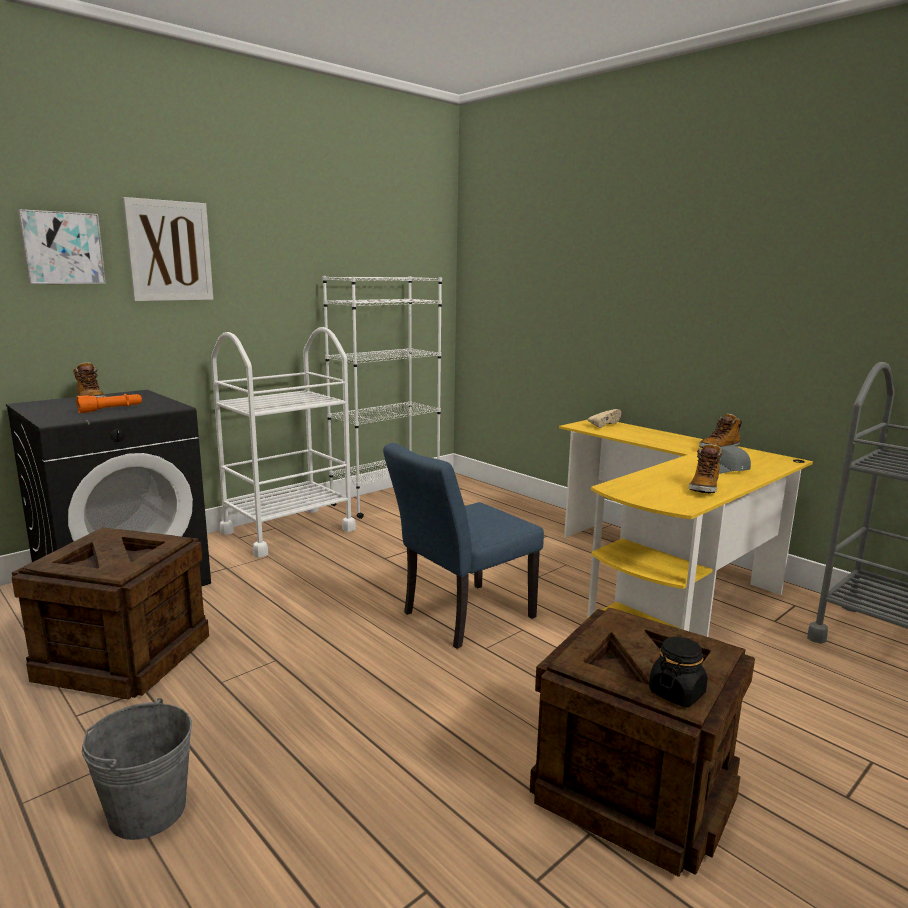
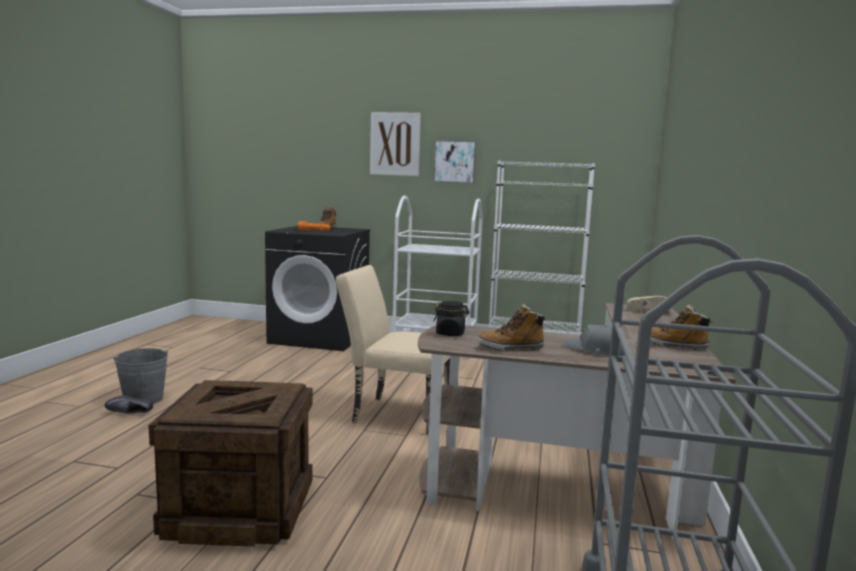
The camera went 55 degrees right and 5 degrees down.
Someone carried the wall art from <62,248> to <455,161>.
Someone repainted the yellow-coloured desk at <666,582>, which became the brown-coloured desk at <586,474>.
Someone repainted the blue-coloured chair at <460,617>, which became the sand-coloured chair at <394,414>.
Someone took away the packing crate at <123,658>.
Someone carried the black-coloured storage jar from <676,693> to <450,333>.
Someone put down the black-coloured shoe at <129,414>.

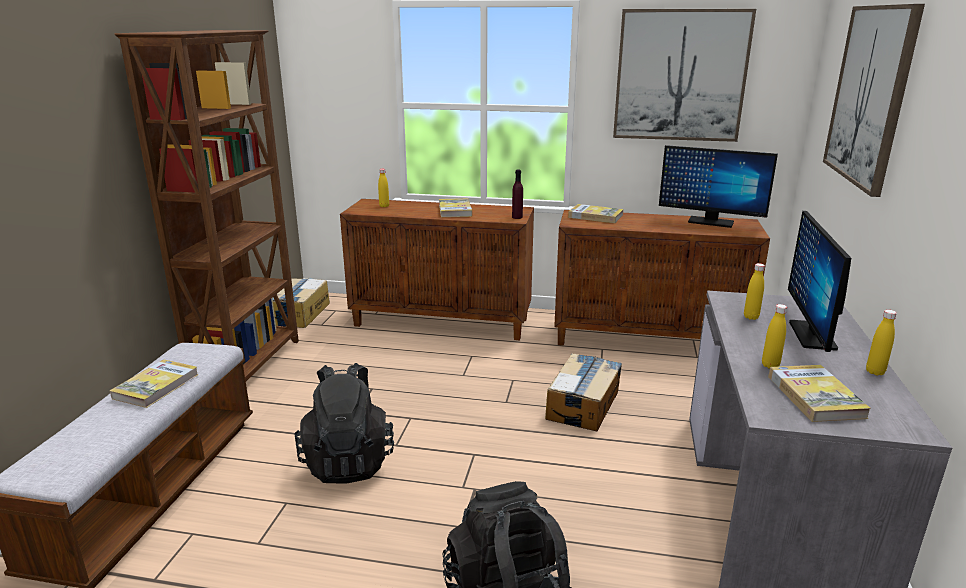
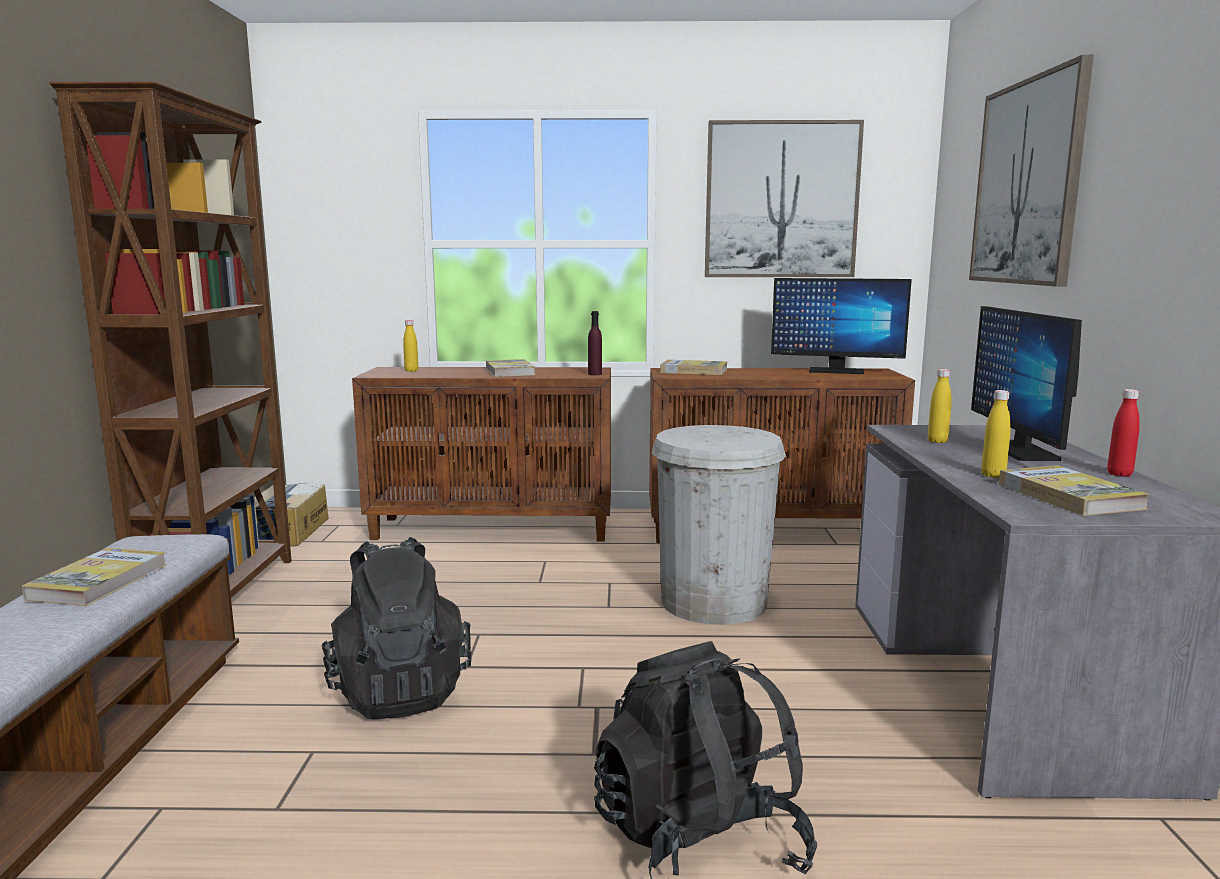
The camera went 10 degrees left and 10 degrees down.
Someone repainted the yellow-coloured drink bottle at <875,372>, which became the reddish drink bottle at <1119,474>.
Someone swapped the packing box at <583,404> for the white trash can at <713,602>.

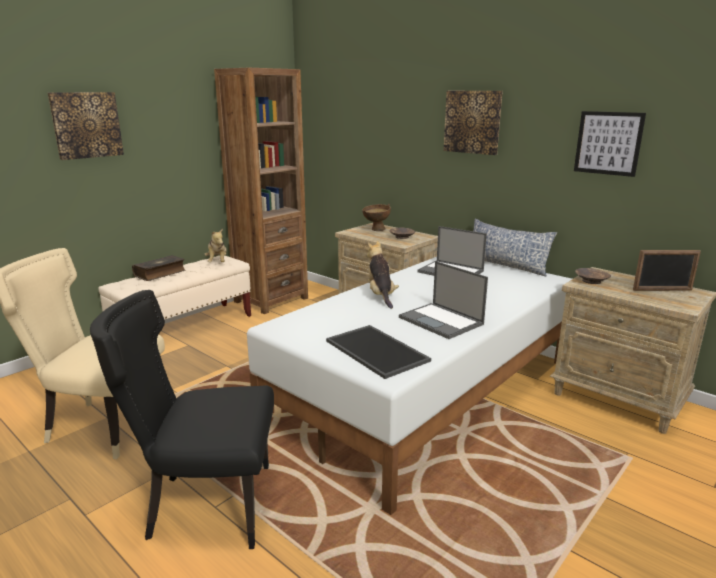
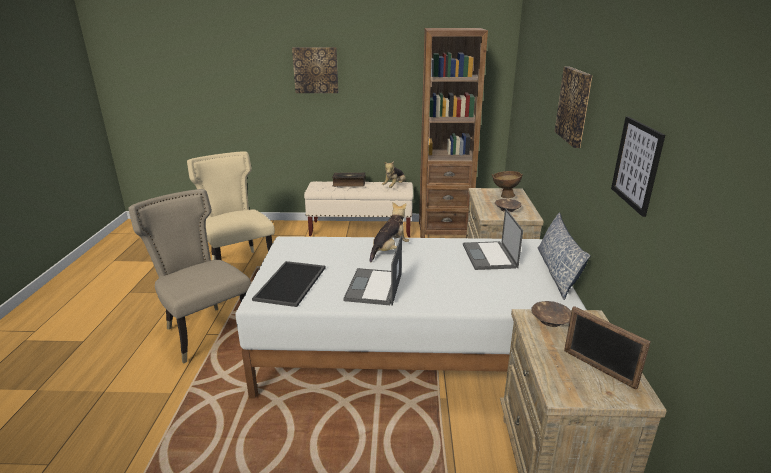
The camera went 50 degrees right and 5 degrees up.
Someone repainted the black-coloured chair at <206,505>, which became the sand-coloured chair at <205,330>.

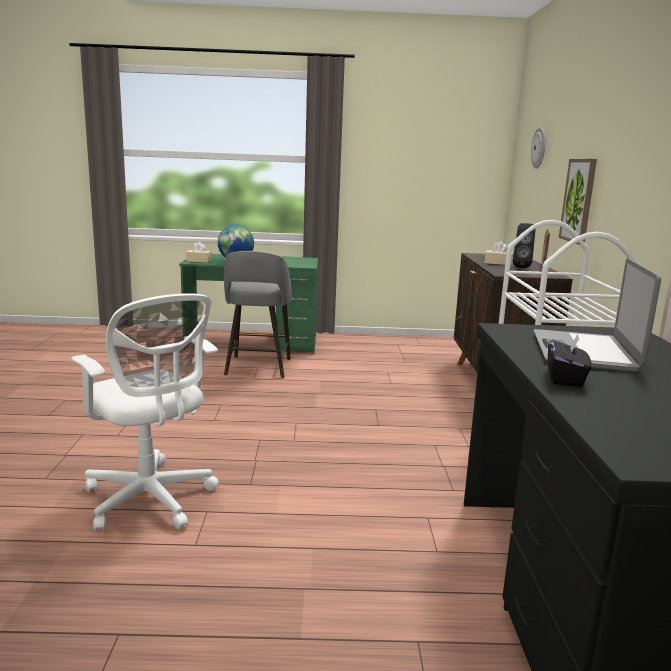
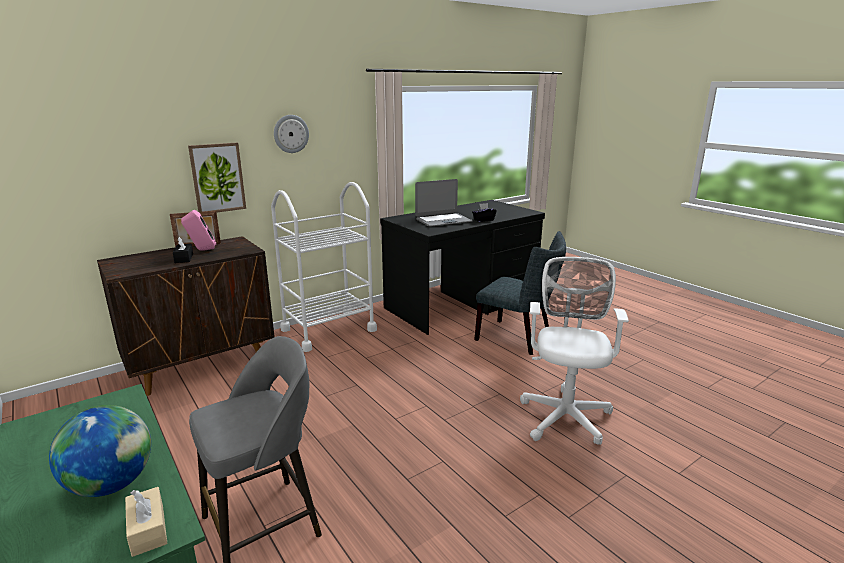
The camera went 125 degrees left and 5 degrees up.
Someone carried the clock on the wall from <539,148> to <291,134>.
Someone repainted the black-coloured audio speaker at <521,267>, which became the pinkish audio speaker at <201,250>.
Someone repainted the sand-coloured tissue holder at <498,263>, which became the black-coloured tissue holder at <184,258>.
Someone put down the greyish chair at <518,338>.

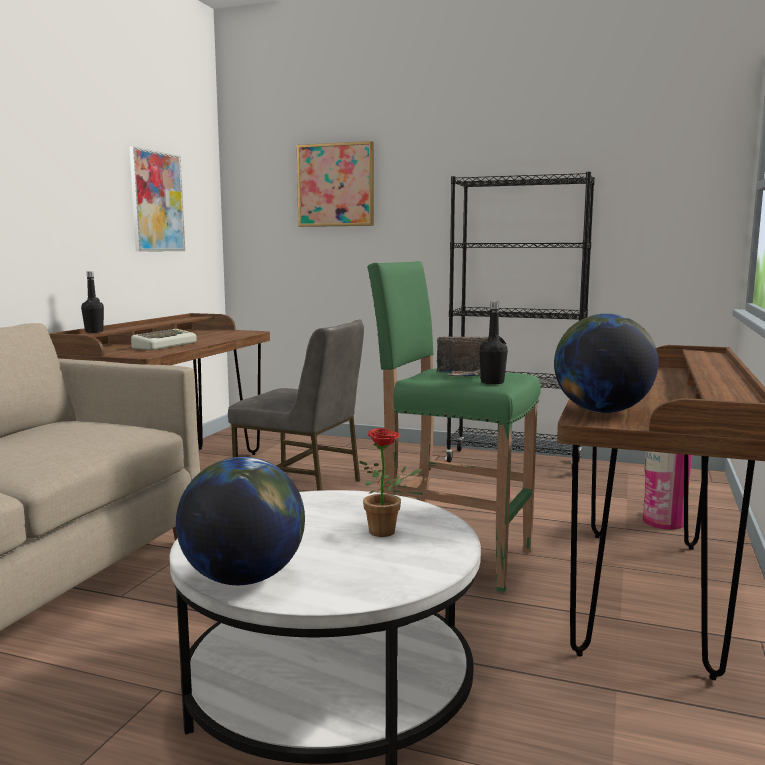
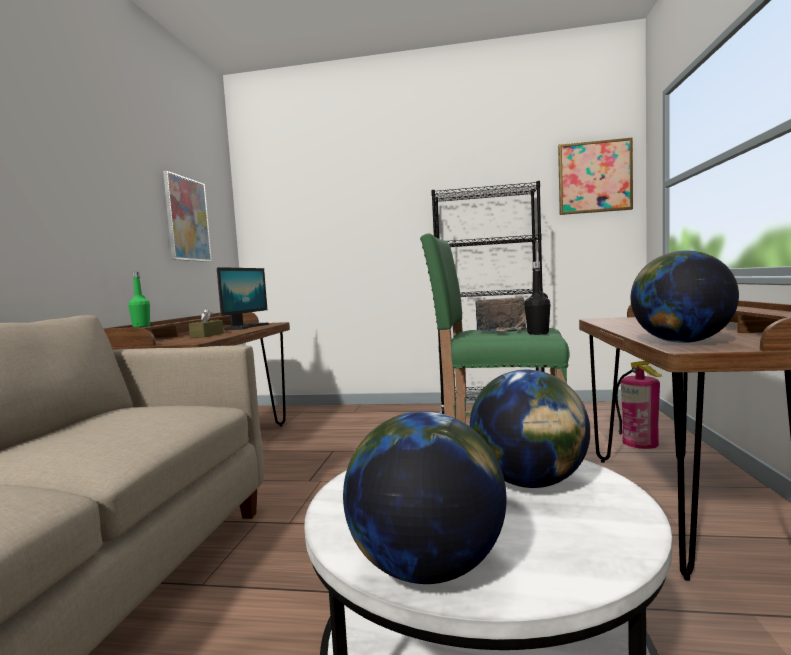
The camera went 10 degrees left and 5 degrees down.
Someone carried the wall art from <336,185> to <594,177>.
Someone repainted the black-coloured drink bottle at <94,332>, which became the green-coloured drink bottle at <141,326>.
Someone took away the greyish chair at <301,486>.
Someone swapped the keyboard at <164,345> for the brown-coloured tissue holder at <207,335>.
Someone swapped the plant in a pot at <388,532> for the desk globe at <530,482>.
Someone put down the computer display at <245,327>.

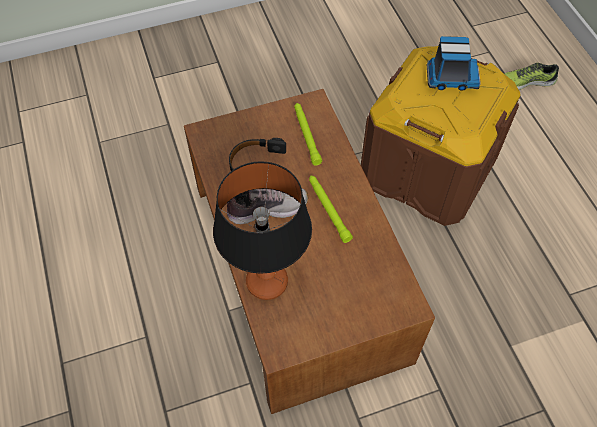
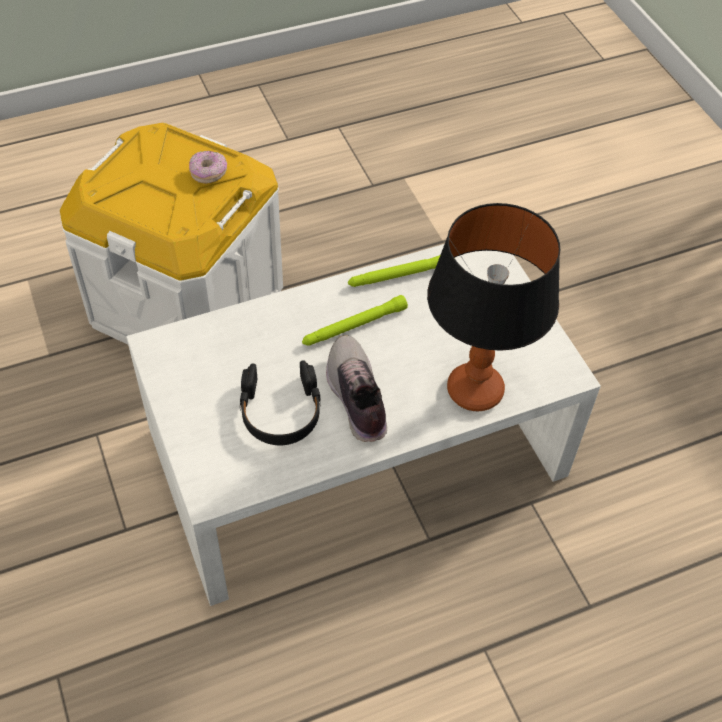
The camera went 95 degrees left and 5 degrees down.
Someone took away the model truck at <451,77>.
Someone repainted the brown-coloured storage container at <427,169>, which became the white storage container at <187,302>.
Someone took away the shoe at <526,81>.
Someone repainted the brown-coloured low table at <297,270>, which became the white low table at <357,455>.
Someone carried the green-coloured torch from <306,135> to <400,275>.
Someone put down the ring doughnut at <208,173>.

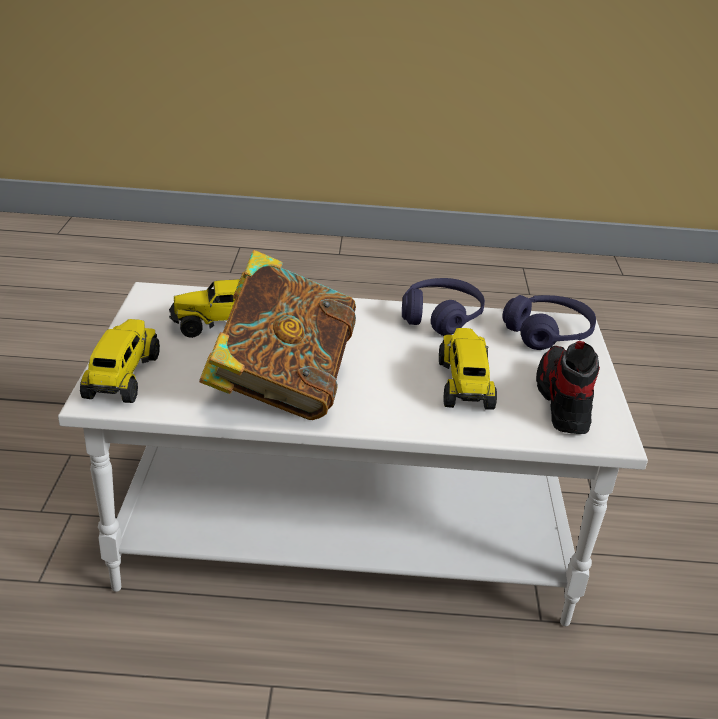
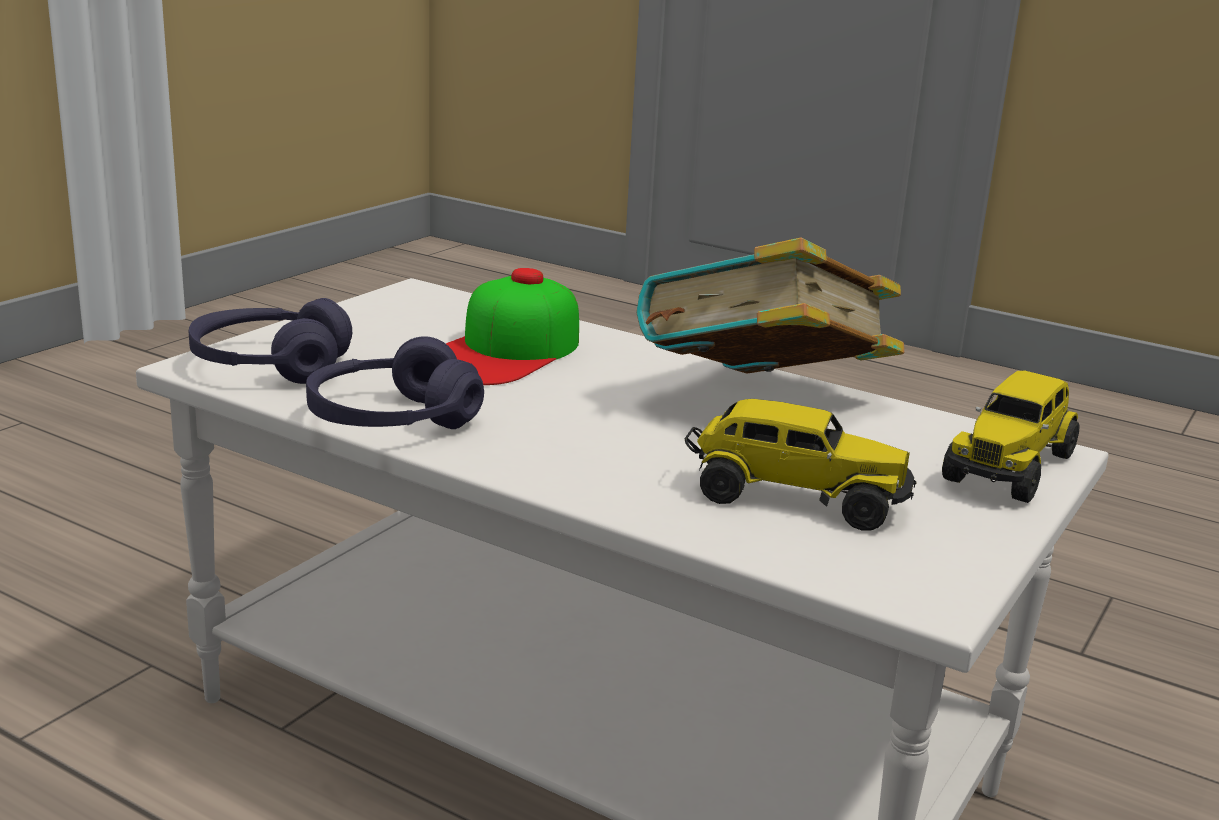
The camera went 150 degrees left and 10 degrees down.
Someone swapped the model truck at <465,385> for the baseball cap at <503,352>.
Someone took away the shoe at <562,401>.

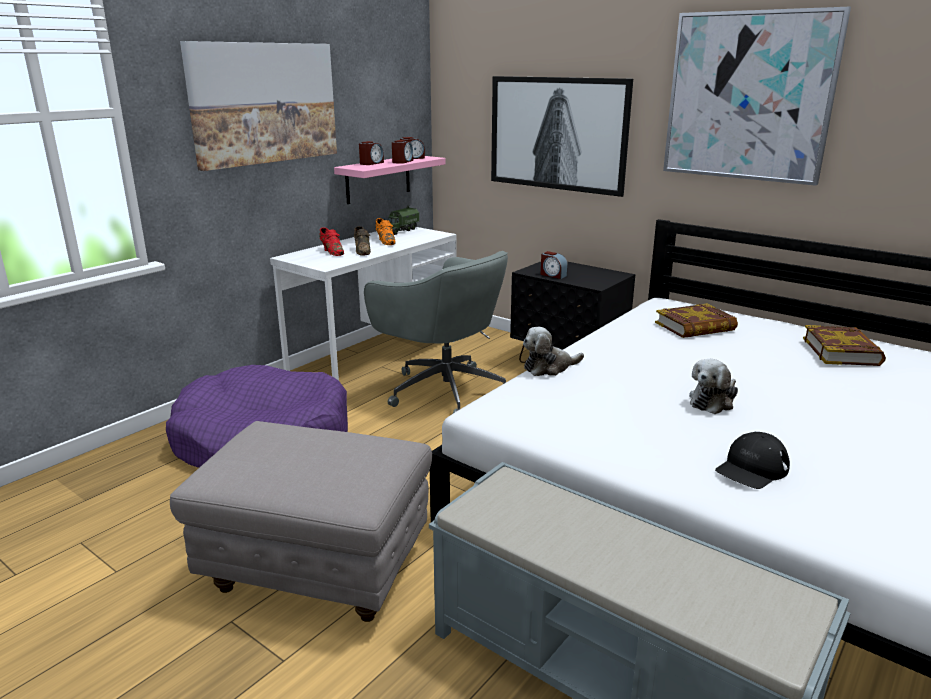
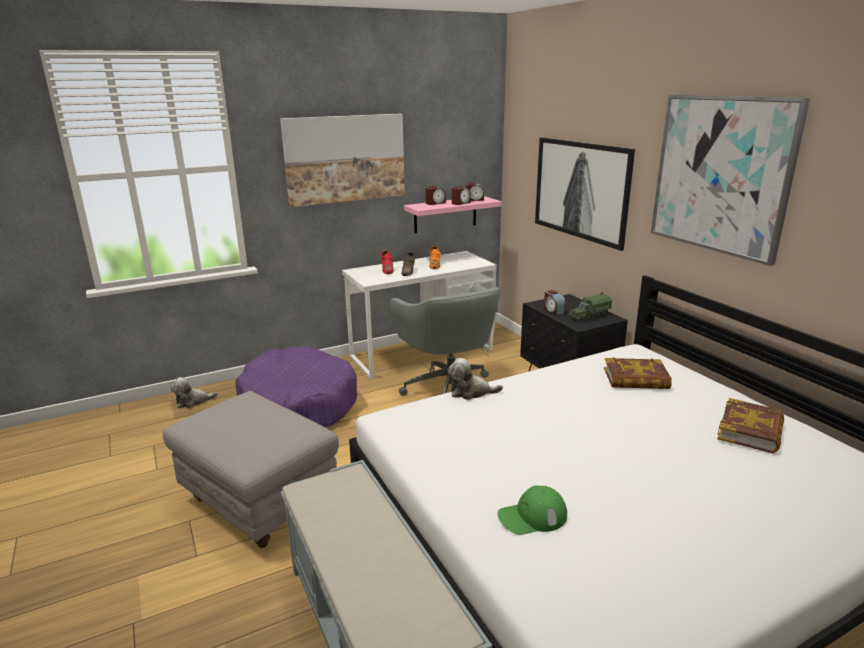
The camera went 25 degrees right and 0 degrees up.
Someone carried the model truck from <399,231> to <589,316>.
Someone carried the plush toy from <713,401> to <193,401>.
Someone repainted the black-coloured baseball cap at <751,469>, which became the green-coloured baseball cap at <532,516>.

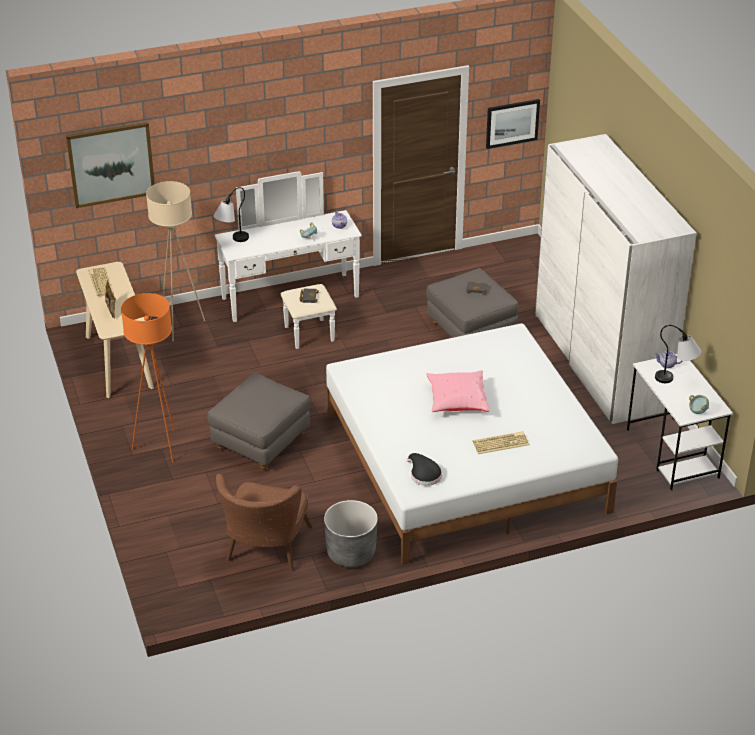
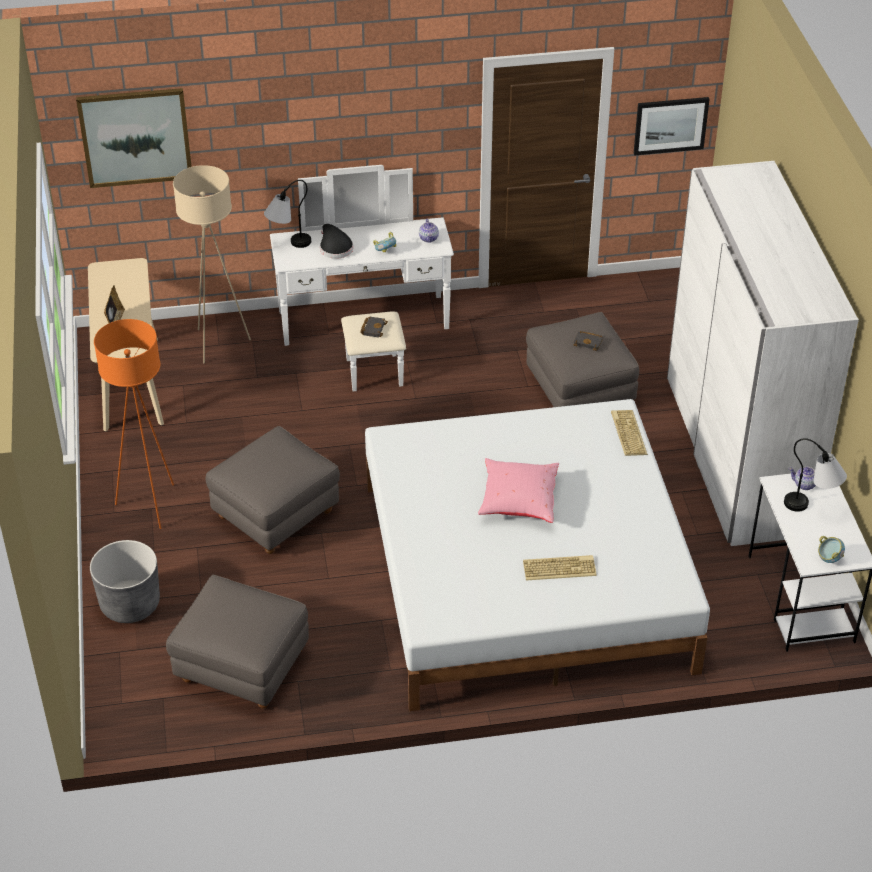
The camera went 10 degrees right and 5 degrees up.
Someone carried the keyboard from <100,282> to <627,433>.
Someone carried the black-coloured clothing hat from <424,474> to <334,248>.
Someone swapped the brown-coloured easy chair at <265,550> for the greyish ottoman at <241,667>.
Someone carried the greyish plant pot from <351,553> to <130,604>.

